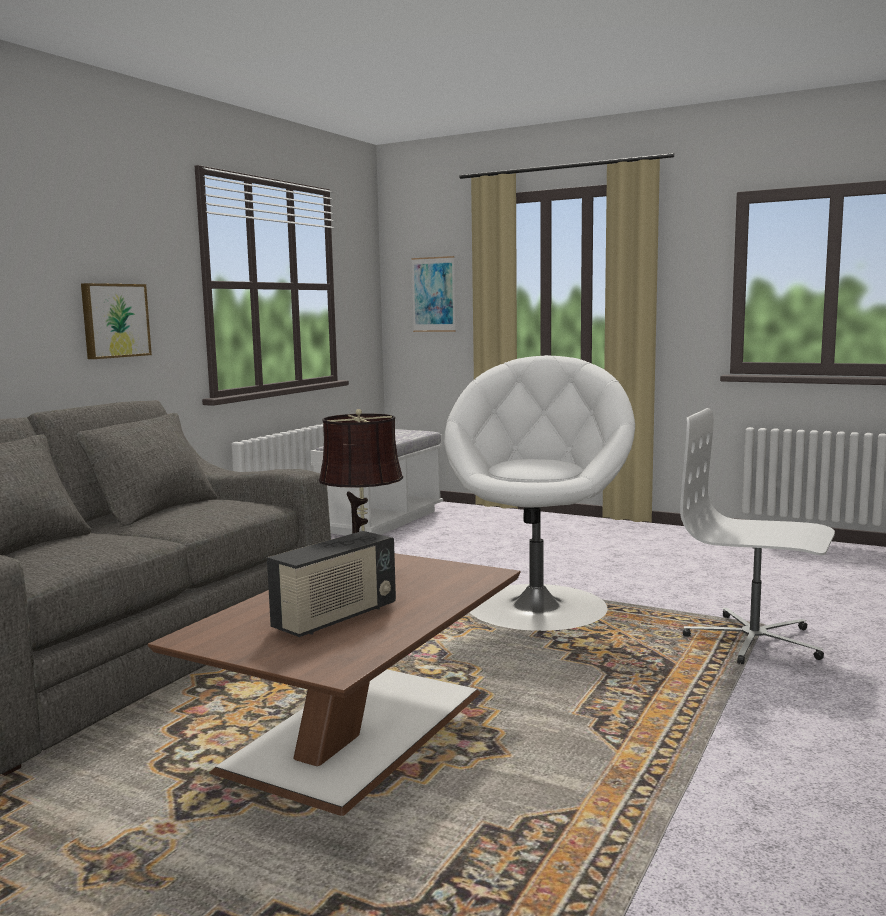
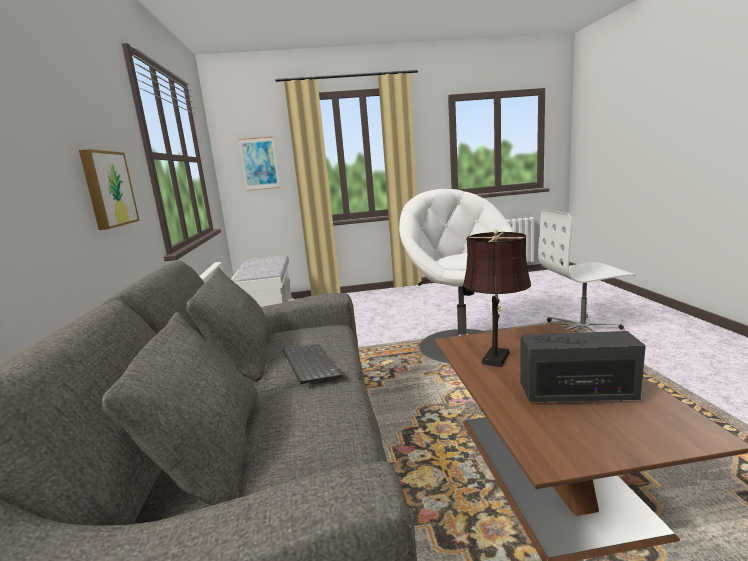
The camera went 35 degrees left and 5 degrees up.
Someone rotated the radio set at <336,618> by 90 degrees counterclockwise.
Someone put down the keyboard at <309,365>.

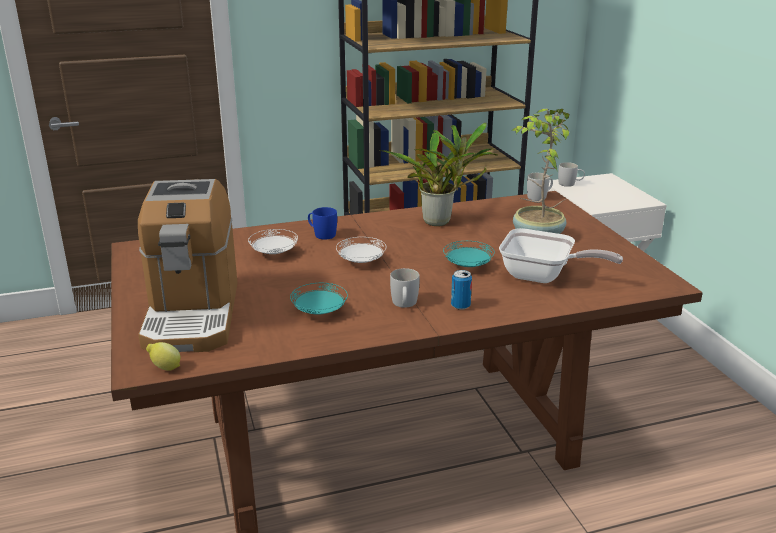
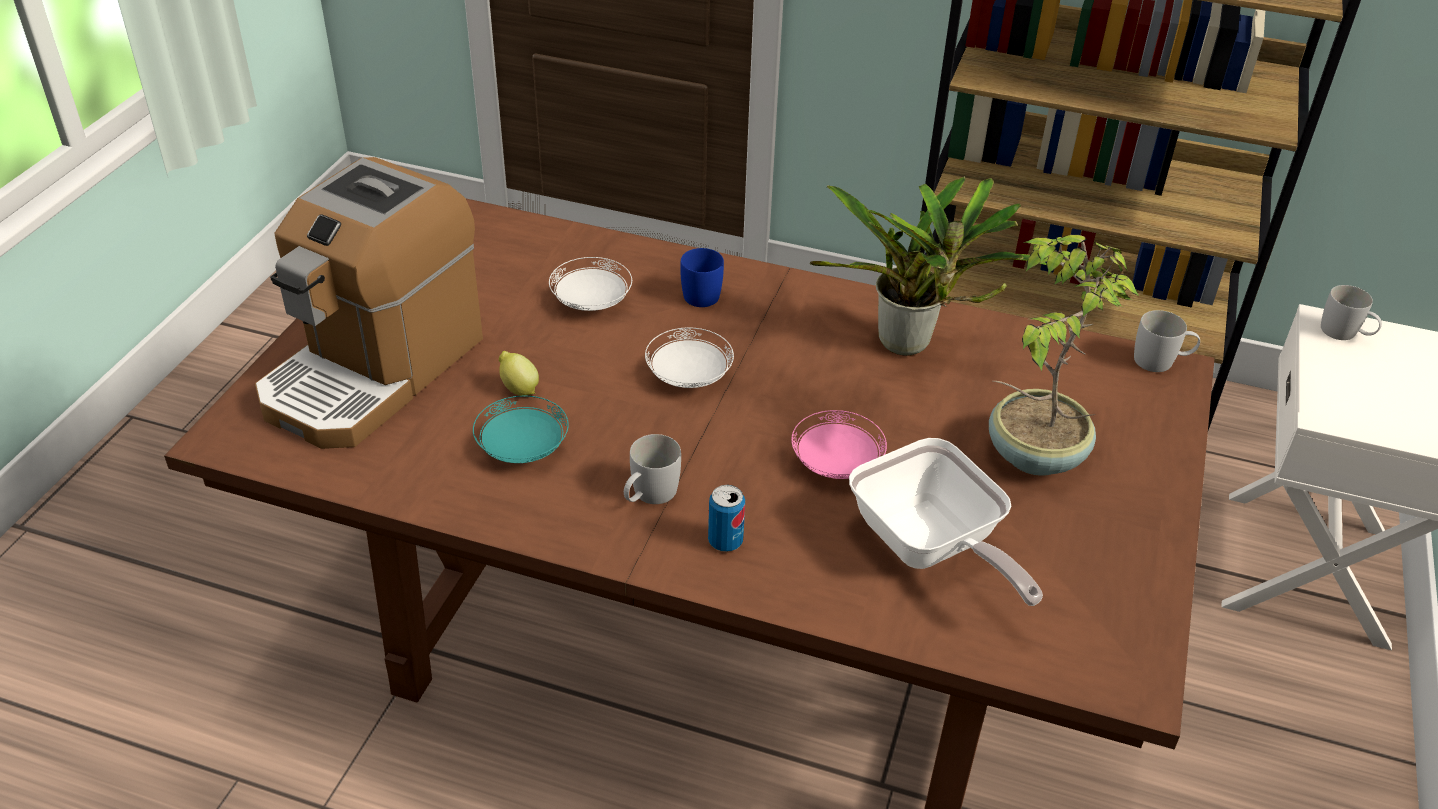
The camera went 35 degrees right and 15 degrees up.
Someone repainted the turquoise-coloured plate at <468,266>, which became the pinkish plate at <837,464>.
Someone carried the citrus fruit from <165,368> to <518,389>.

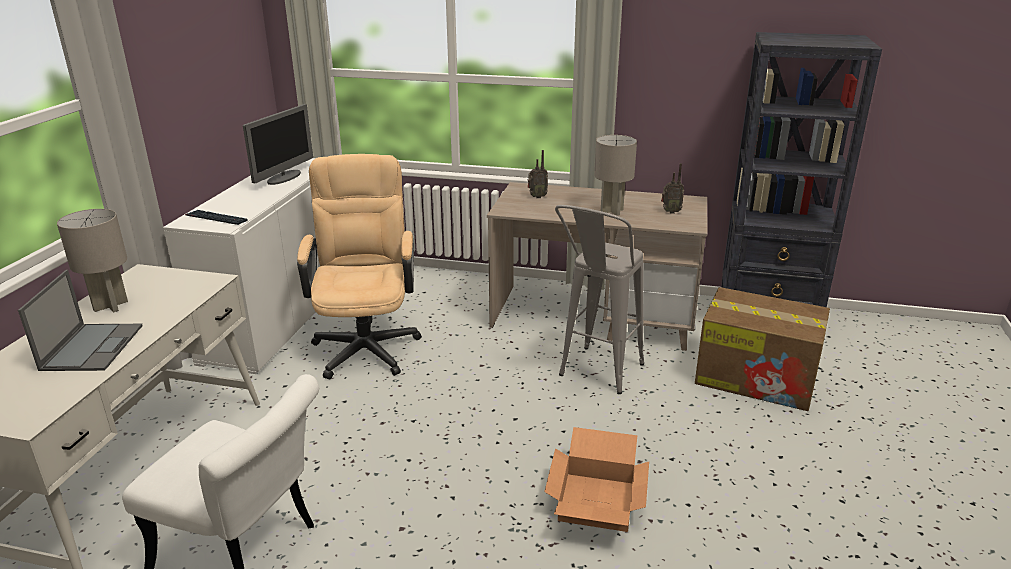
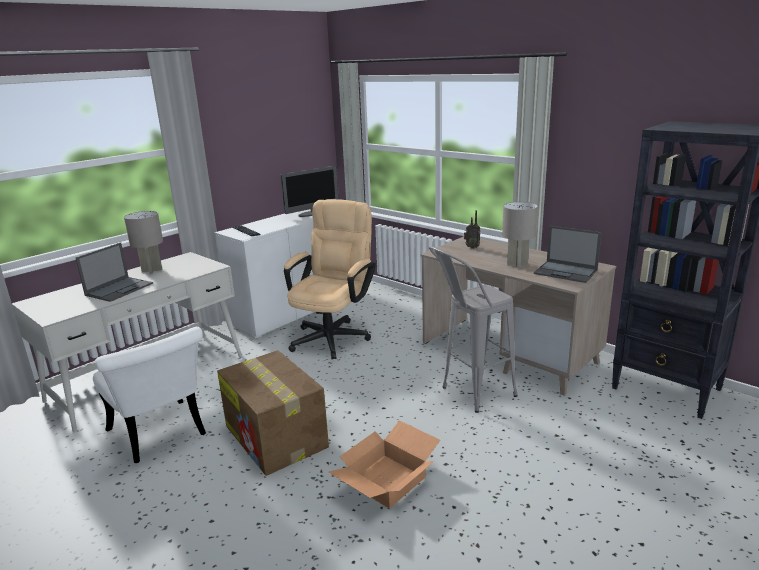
The camera went 30 degrees right and 5 degrees down.
Someone swapped the radio set at <670,212> for the portable computer at <566,272>.
Someone carried the packing box from <757,378> to <276,437>.

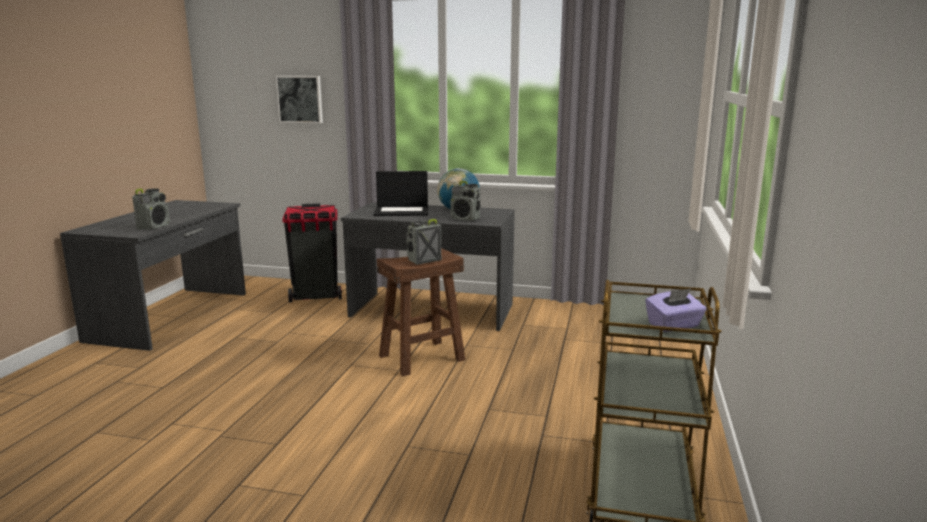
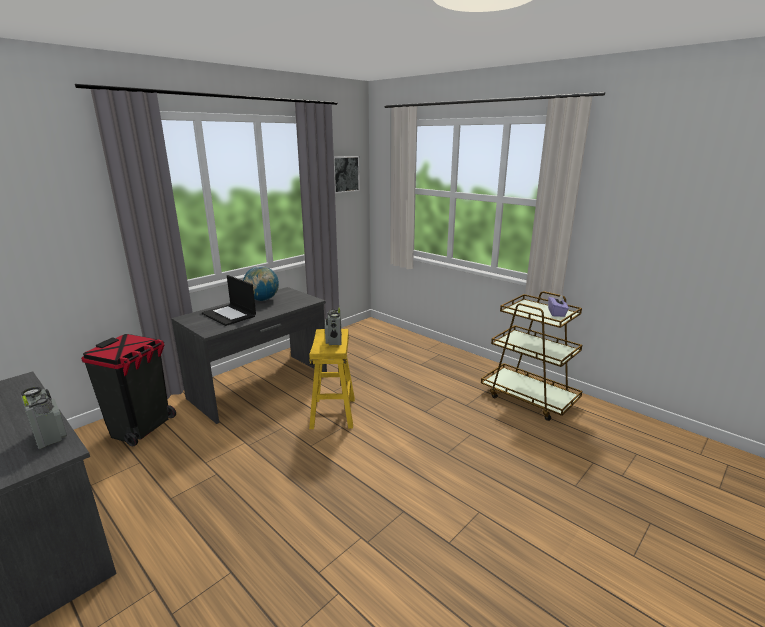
The camera went 60 degrees left and 5 degrees up.
Someone carried the wall art from <300,99> to <344,174>.
Someone rotated the portable computer at <402,211> by 105 degrees clockwise.
Someone took away the radio set at <465,219>.
Someone repainted the brown-coloured sitting stool at <421,358>, which became the yellow-coloured sitting stool at <333,413>.

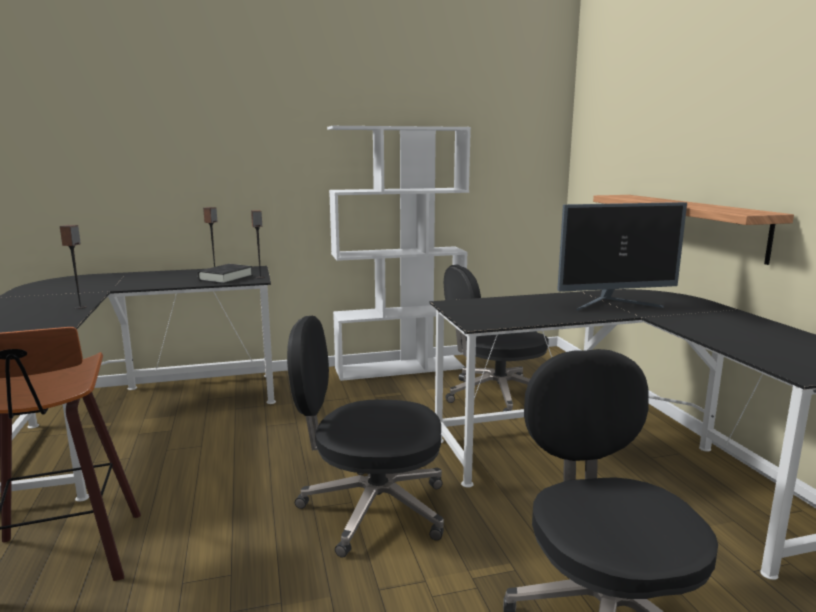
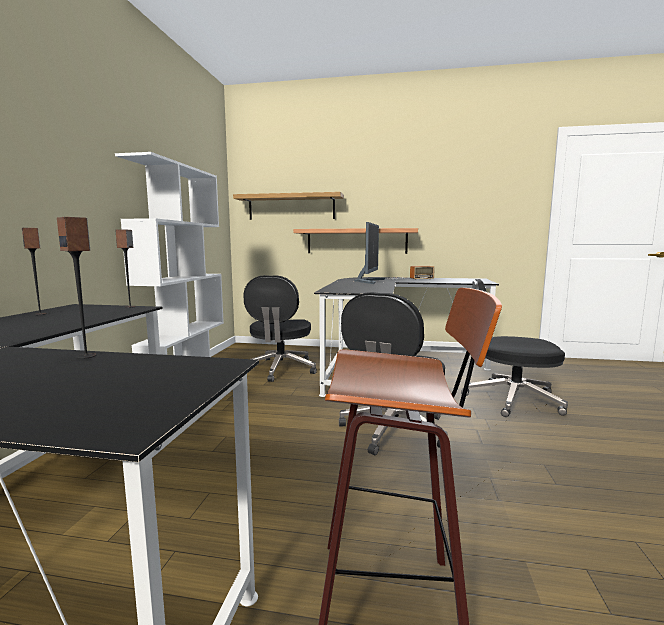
The camera went 65 degrees left and 5 degrees down.
Someone took away the black-coloured bound book at <226,278>.
Someone put up the bracket shelf at <291,207>.
Someone put down the radio set at <408,278>.

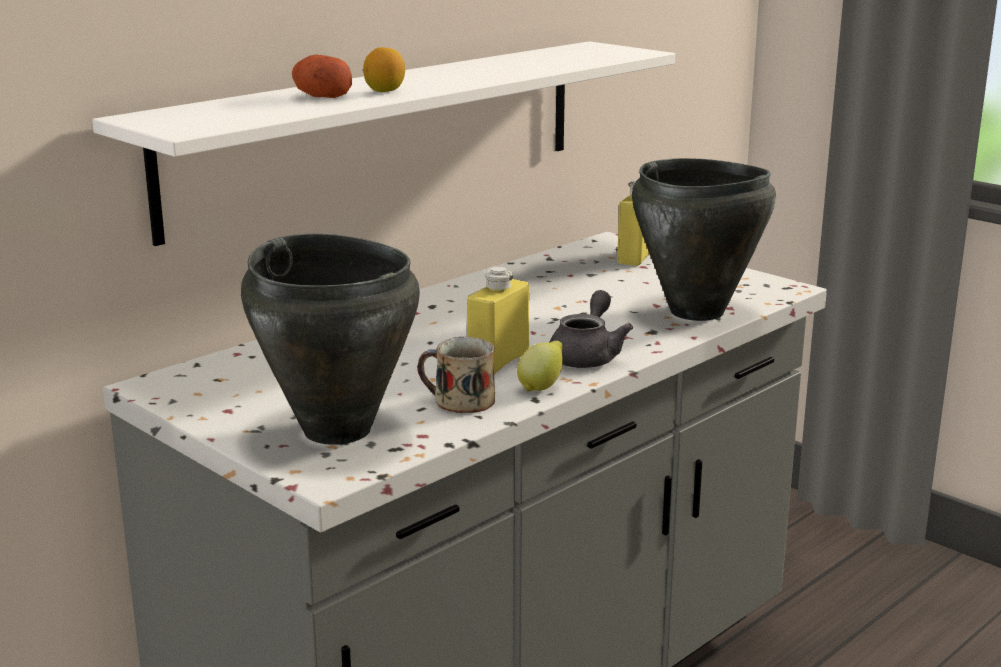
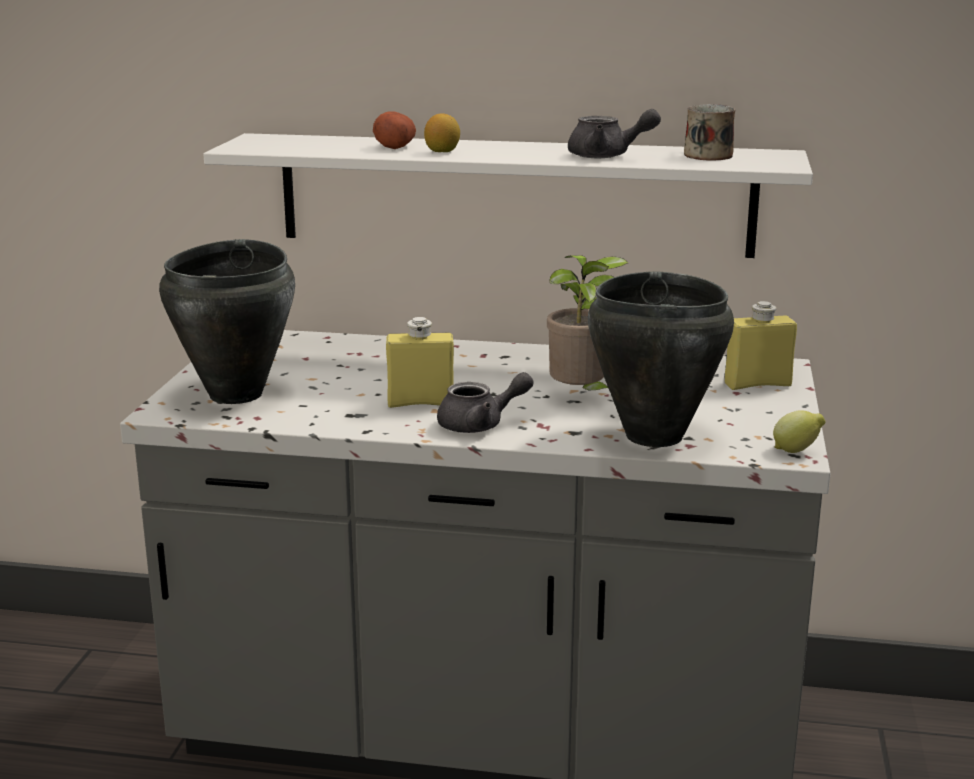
The camera went 55 degrees right and 0 degrees up.
Someone carried the tea mug from <461,401> to <705,155>.
Someone carried the citrus fruit from <541,387> to <796,451>.
Someone put down the greyish teapot at <607,156>.
Someone put down the plant in a pot at <581,397>.

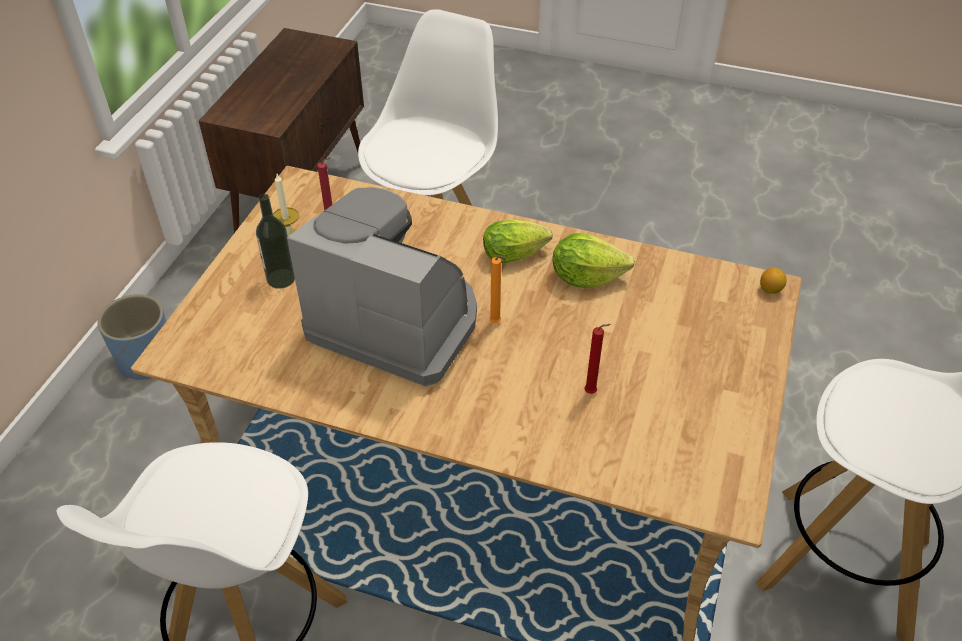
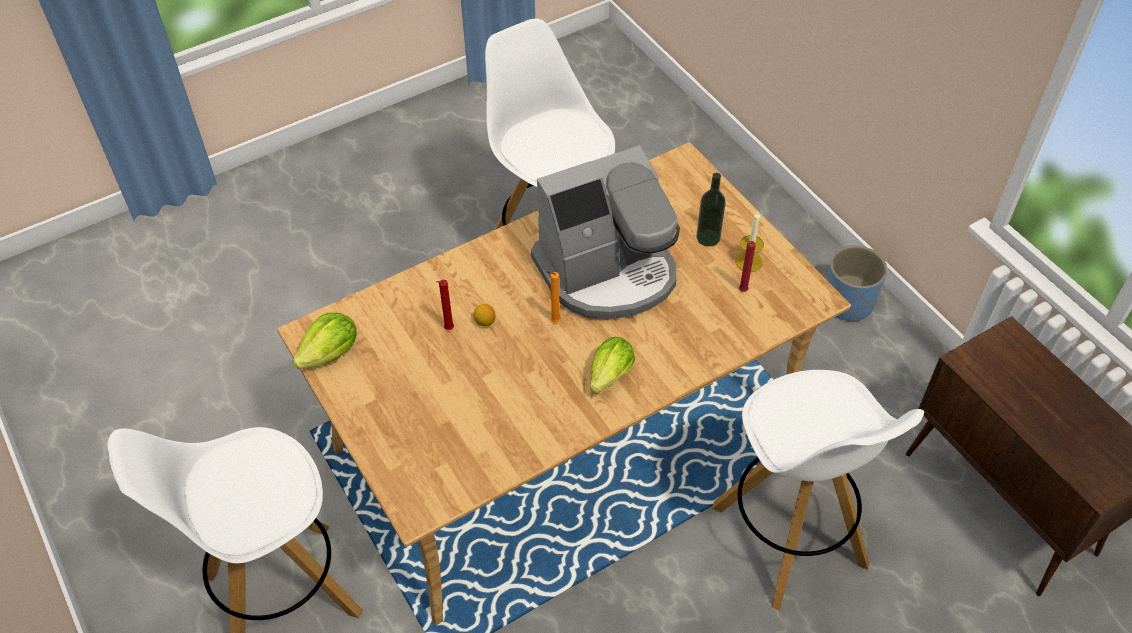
The camera went 130 degrees right and 5 degrees up.
Someone carried the lettuce head from <586,277> to <331,354>.
Someone carried the citrus fruit from <770,289> to <485,322>.

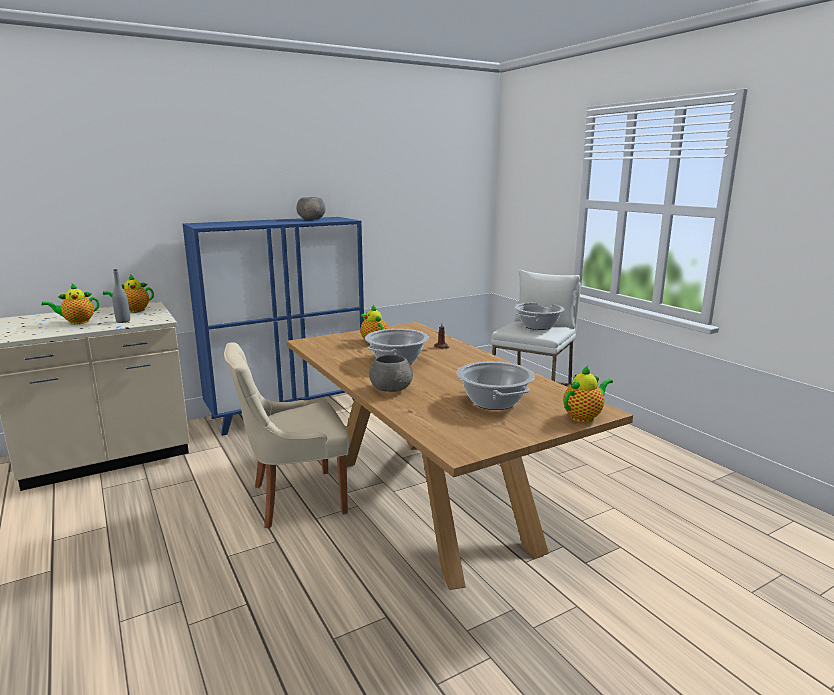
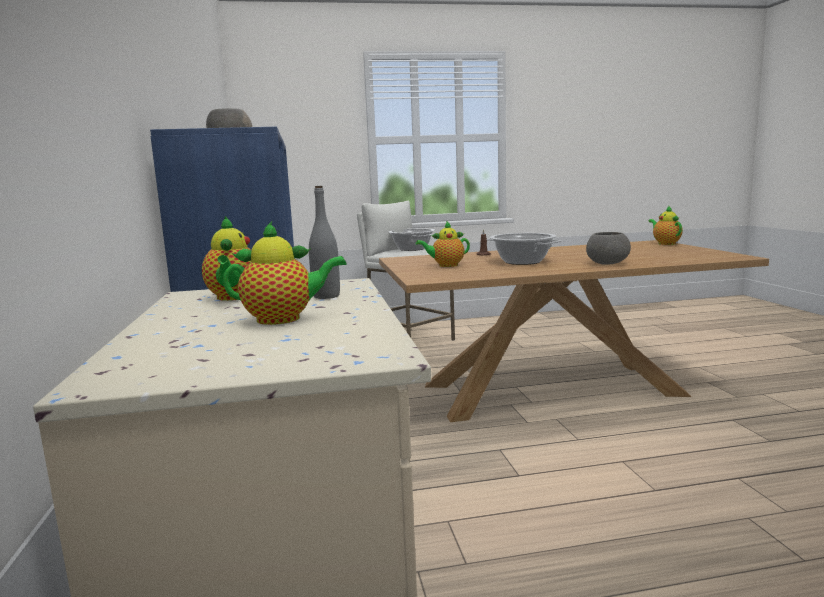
The camera went 70 degrees left and 5 degrees down.
Someone rotated the teapot at <76,322> by 90 degrees counterclockwise.
Someone took away the sand-coloured chair at <294,499>.
Someone took away the saucepot at <493,402>.

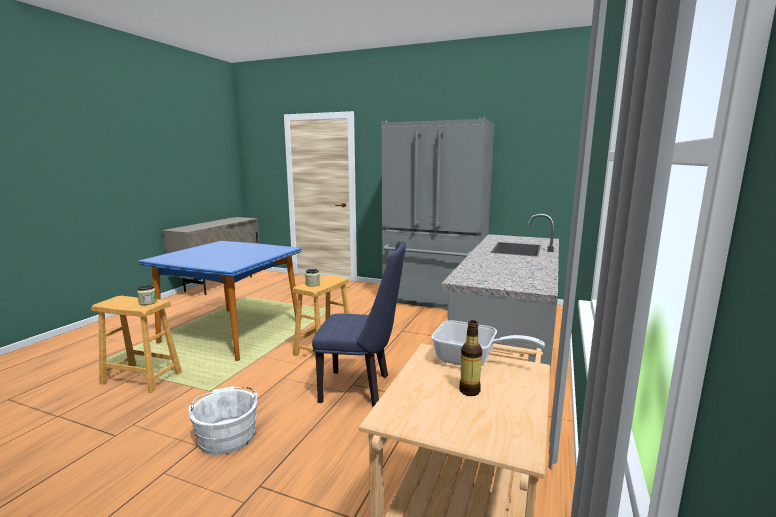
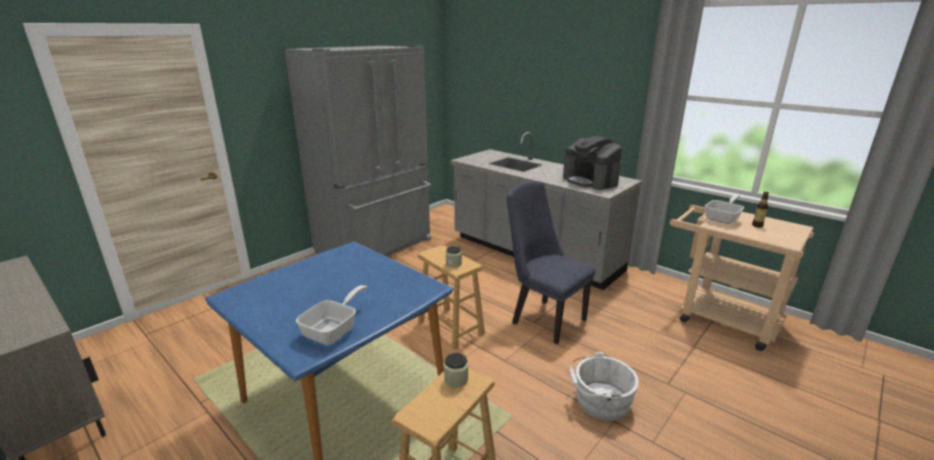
The camera went 70 degrees left and 10 degrees up.
Someone rotated the blue-coloured chair at <362,389> by 75 degrees counterclockwise.
Someone put down the coffee maker at <590,181>.
Someone put down the pan at <334,330>.

